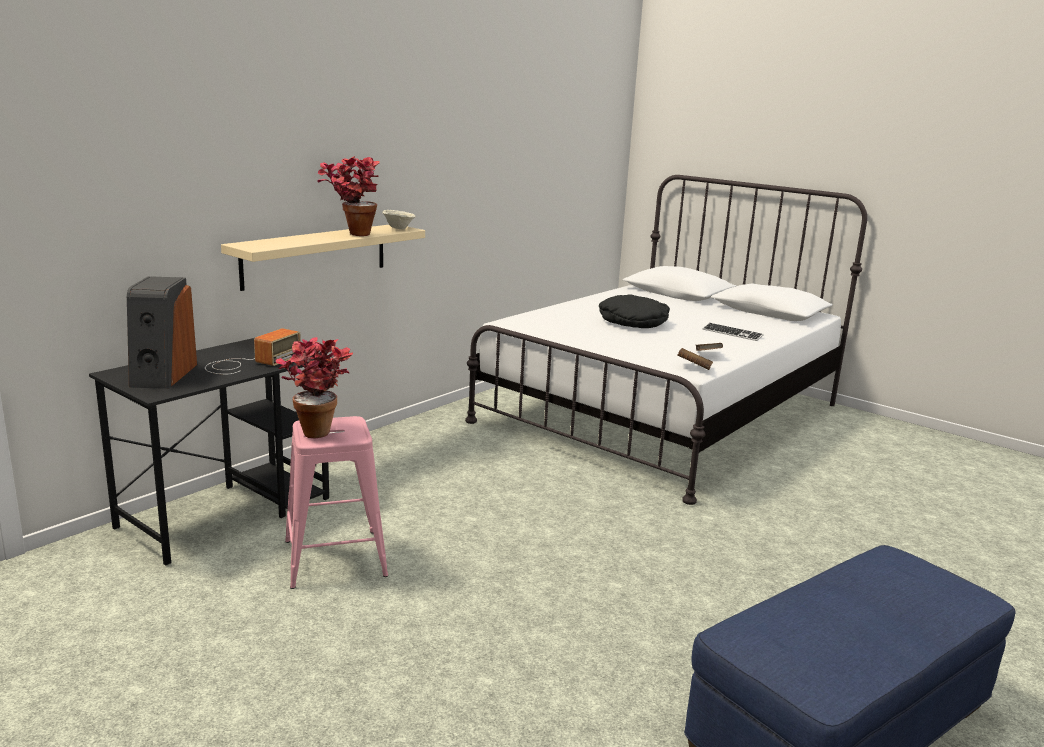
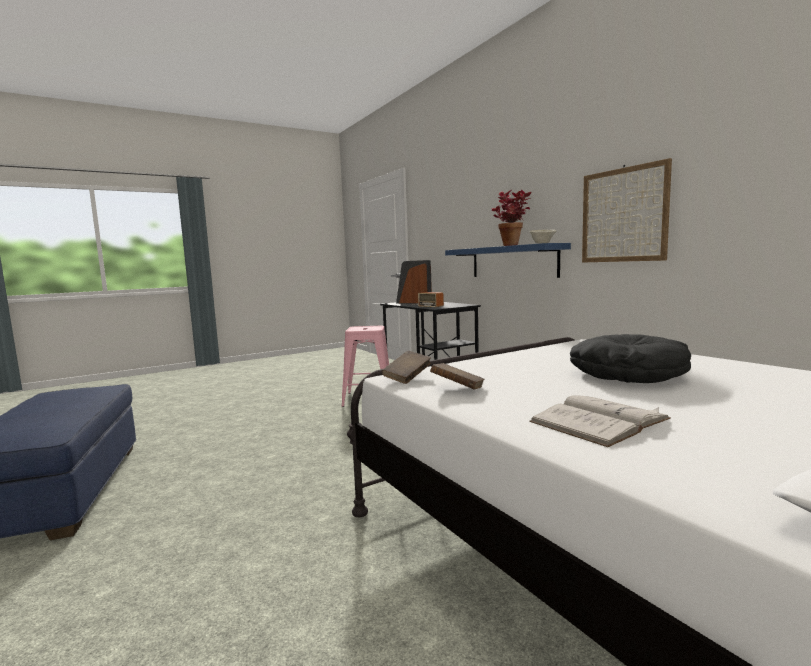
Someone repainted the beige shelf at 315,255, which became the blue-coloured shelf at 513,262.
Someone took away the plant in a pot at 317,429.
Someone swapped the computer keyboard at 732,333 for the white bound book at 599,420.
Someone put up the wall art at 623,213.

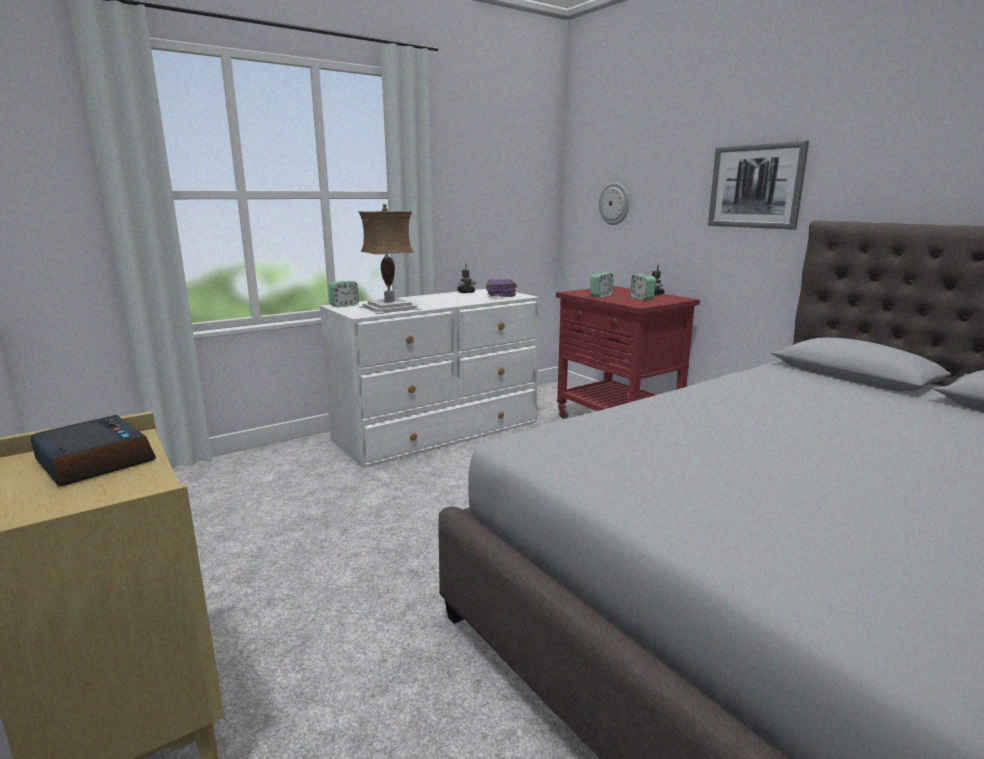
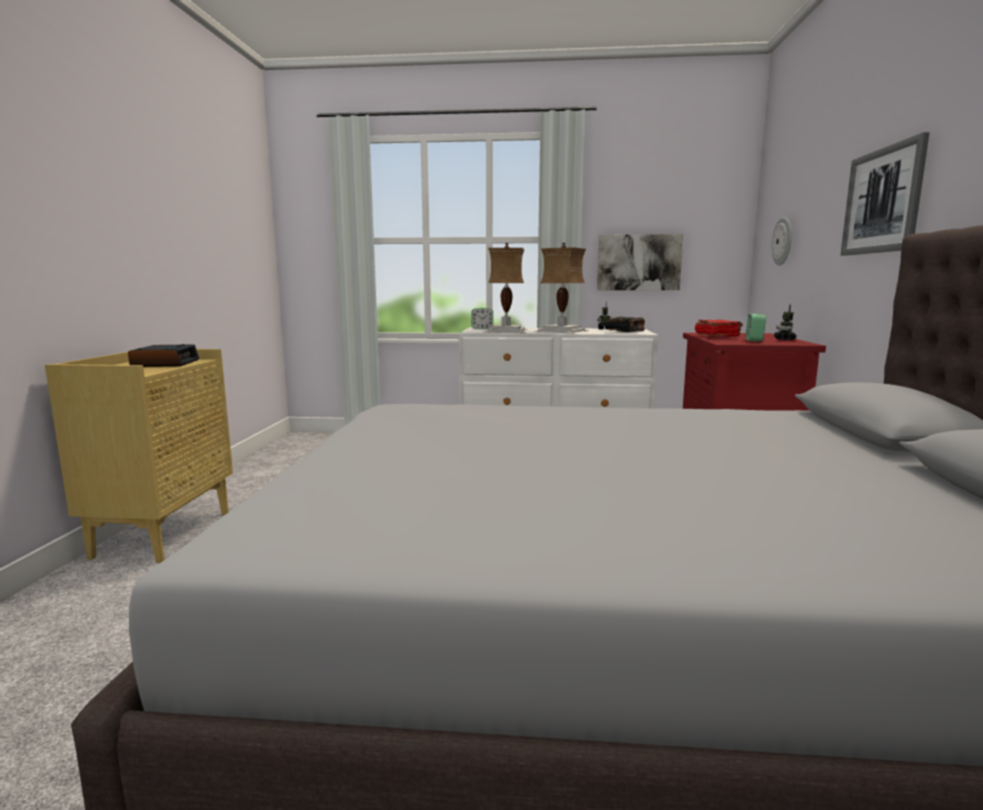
Someone repainted the purplish bound book at 501,295, which became the blackish bound book at 626,332.
Someone swapped the alarm clock at 601,296 for the red bound book at 717,336.
Someone put down the table lamp at 560,331.
Someone put up the wall art at 639,262.

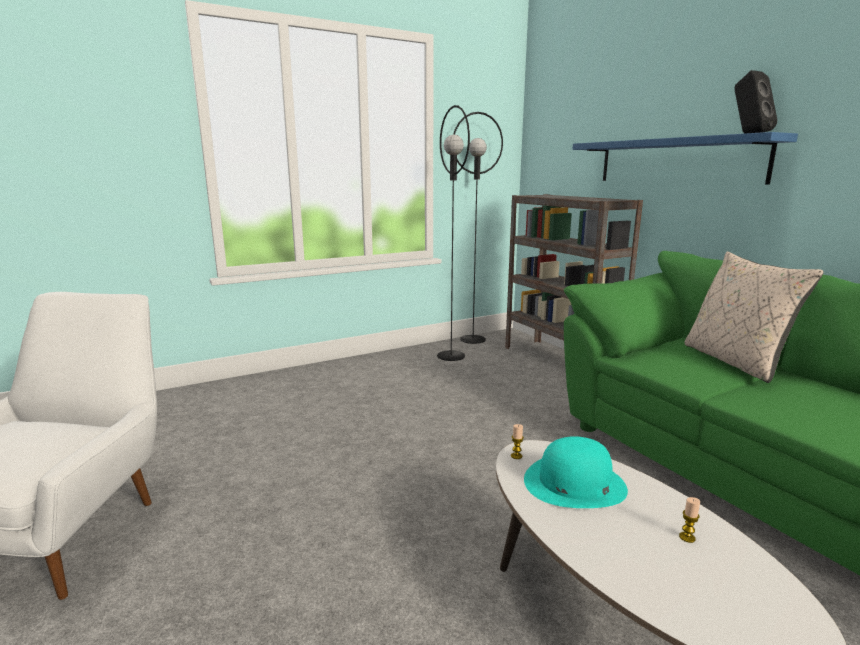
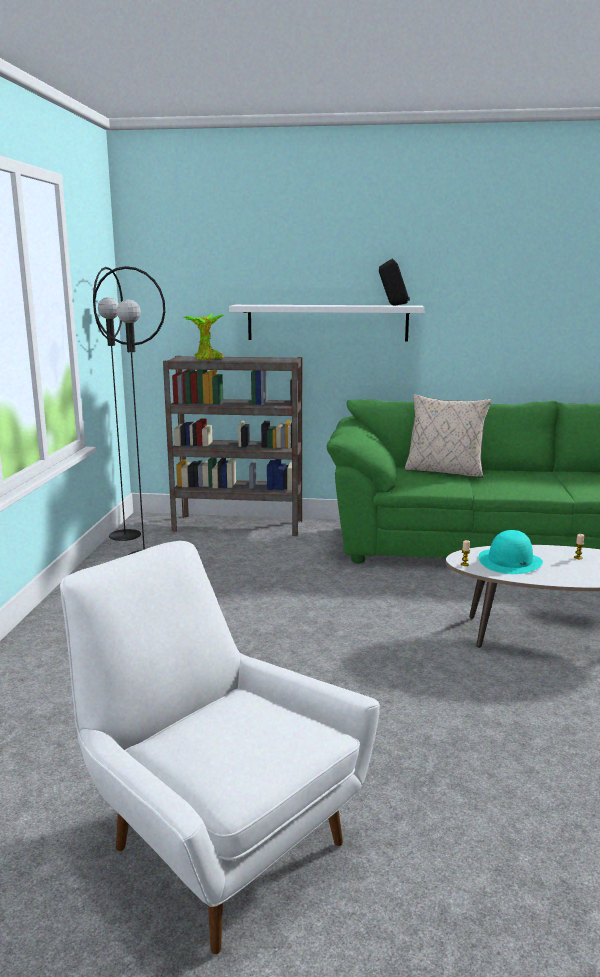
Someone repainted the blue-coloured shelf at 676,161, which became the white shelf at 327,322.
Someone put down the plant in a pot at 207,359.

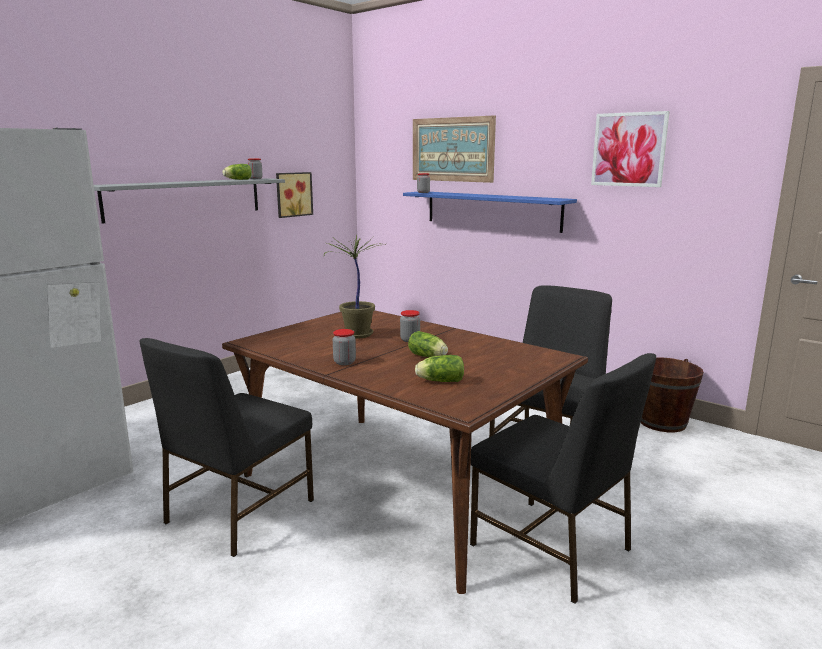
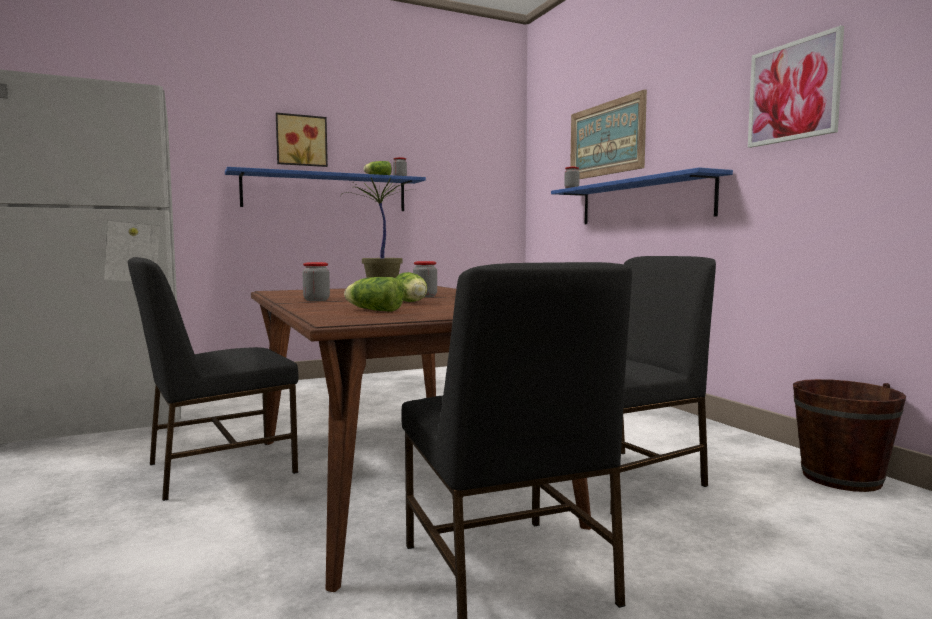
Someone repainted the gray shelf at 185,198, which became the blue-coloured shelf at 326,192.
Someone carried the wall art from 293,194 to 301,140.

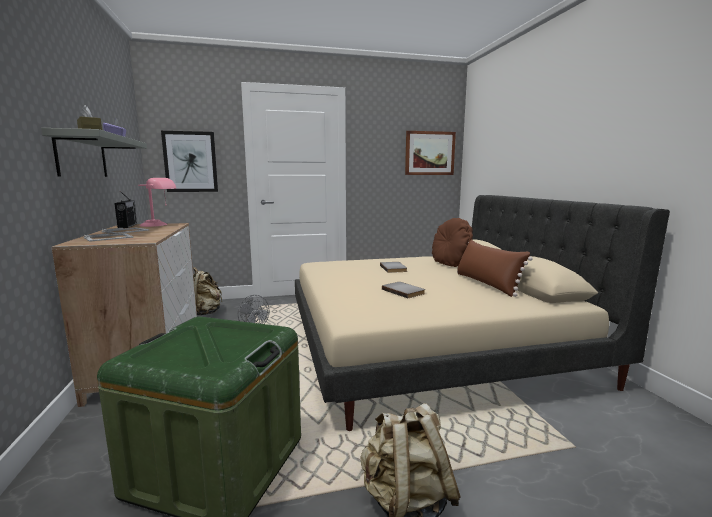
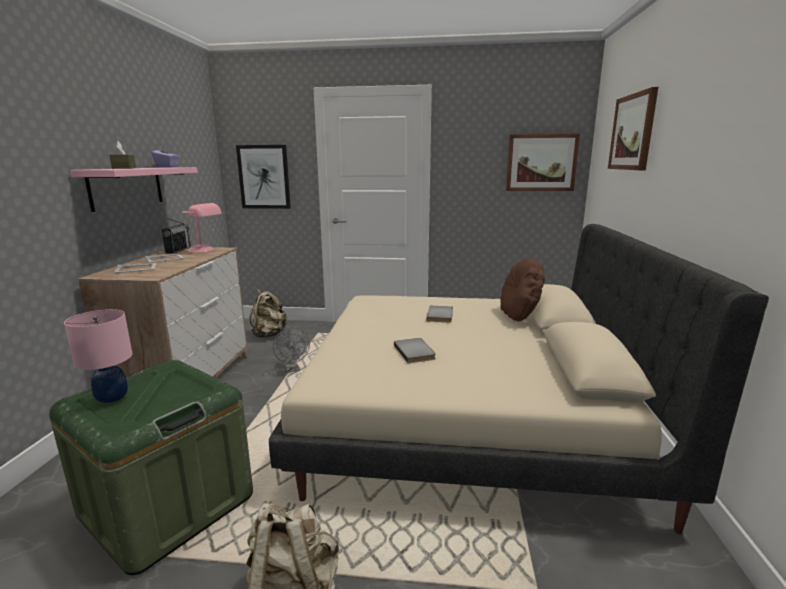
Someone repainted the gray shelf at 82,156, which became the pink-coloured shelf at 126,187.
Someone took away the brownish throw pillow at 487,284.
Someone put down the pink-coloured table lamp at 111,398.
Someone put up the wall art at 632,132.

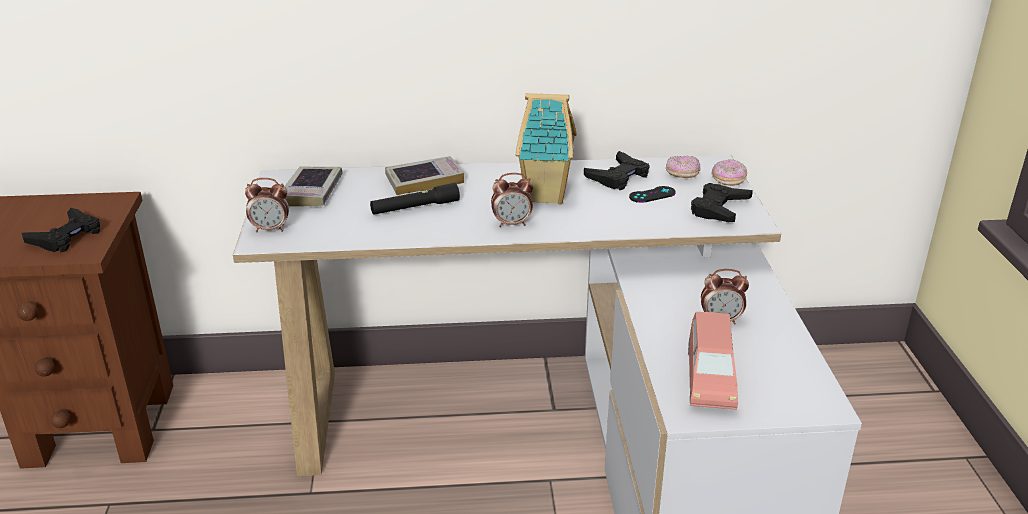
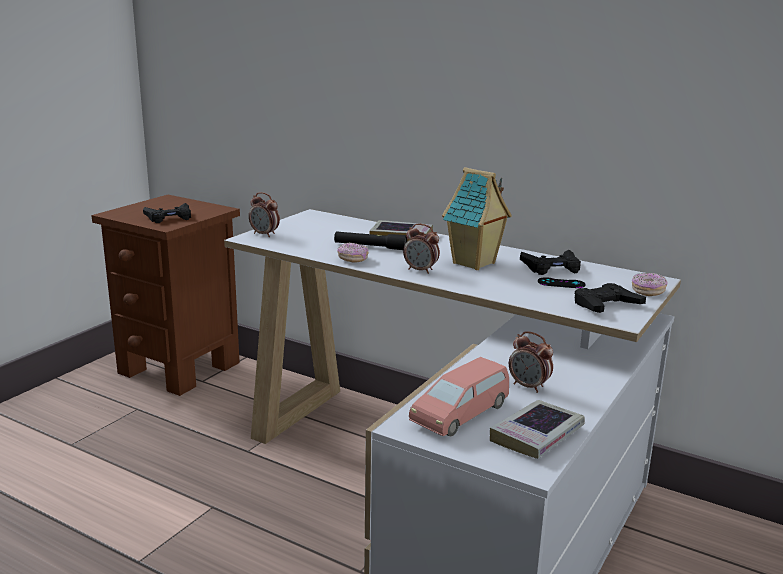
Someone carried the bound book from 312,192 to 537,435.
Someone carried the donut from 682,174 to 353,259.

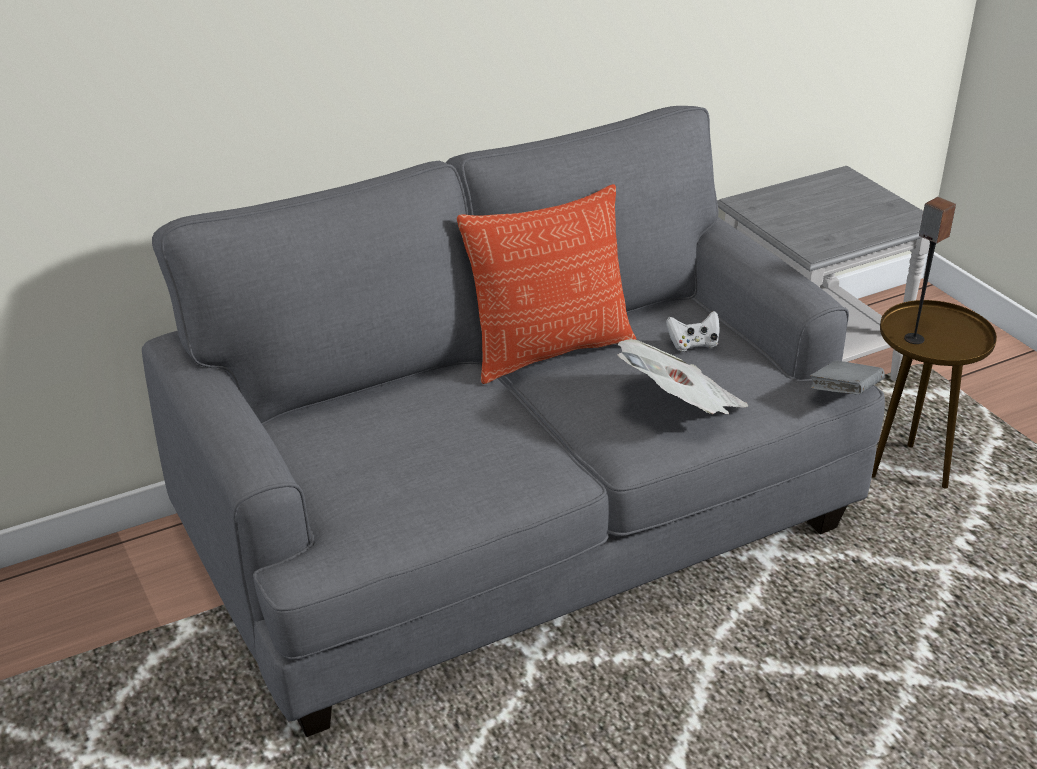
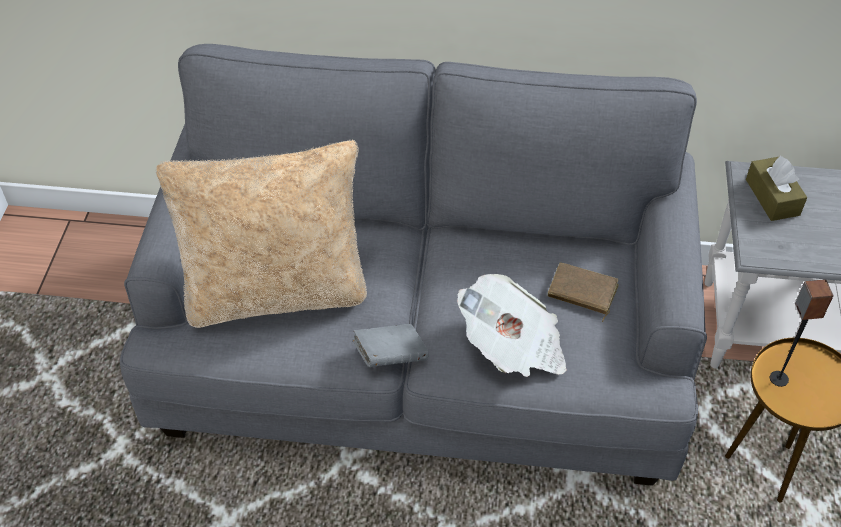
Someone took away the orange throw pillow at 549,351.
Someone swapped the white joypad at 693,344 for the brownish bound book at 581,293.
Someone carried the gray bound book from 844,394 to 390,356.
Someone put down the beige throw pillow at 278,297.
Someone put down the brownish tissue box at 772,197.

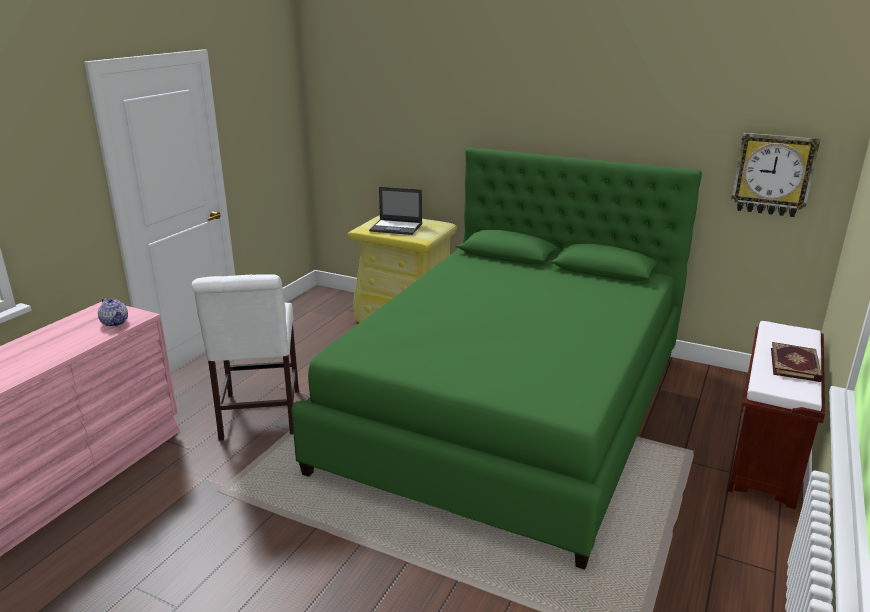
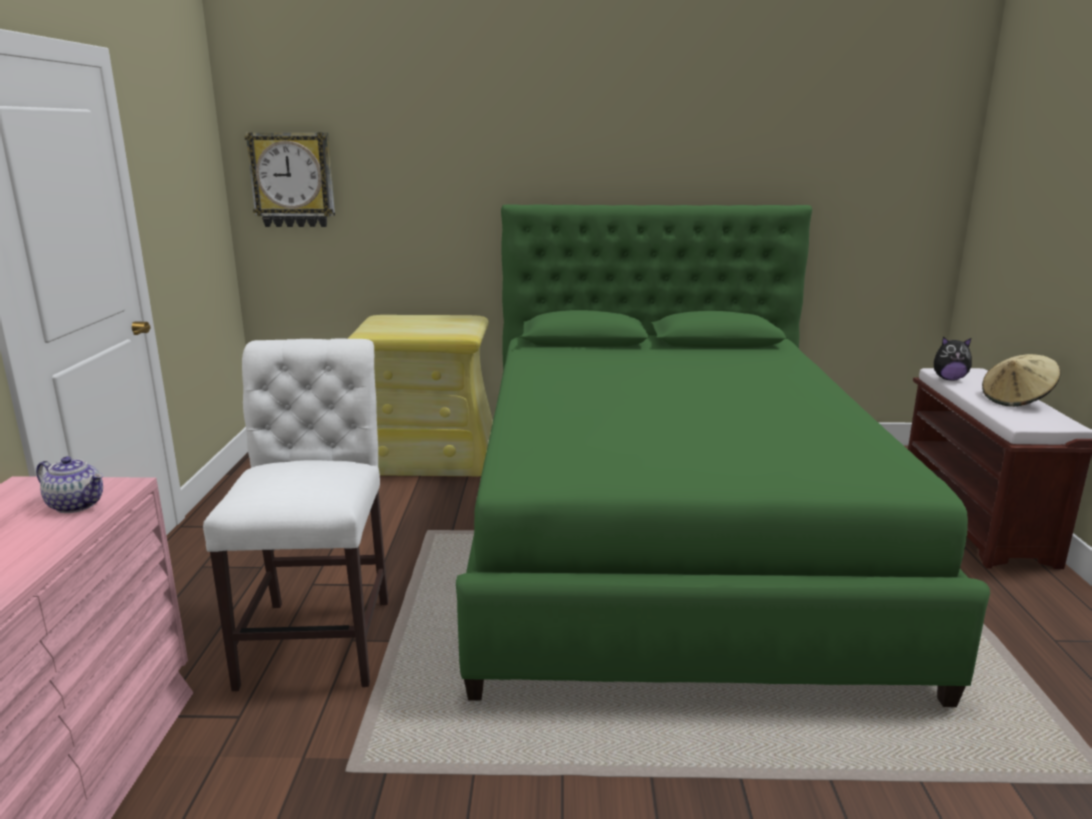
Someone rotated the white chair at 259,417 by 150 degrees counterclockwise.
Someone took away the laptop at 396,227.
Someone carried the wall clock from 773,174 to 292,180.
Someone swapped the bound book at 796,364 for the beige clothing hat at 1016,400.
Someone put down the cuddly toy at 949,379.

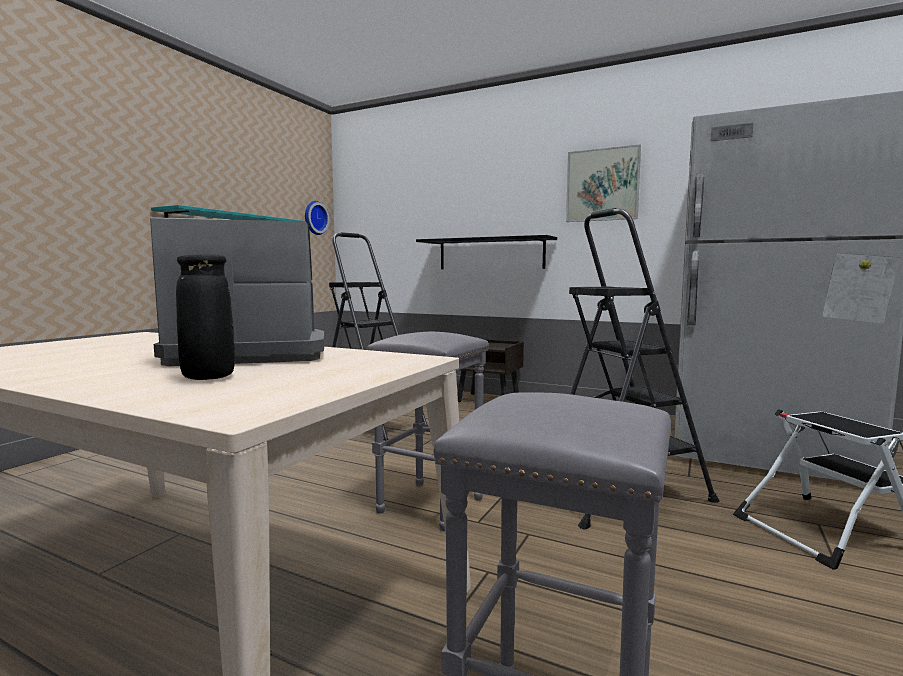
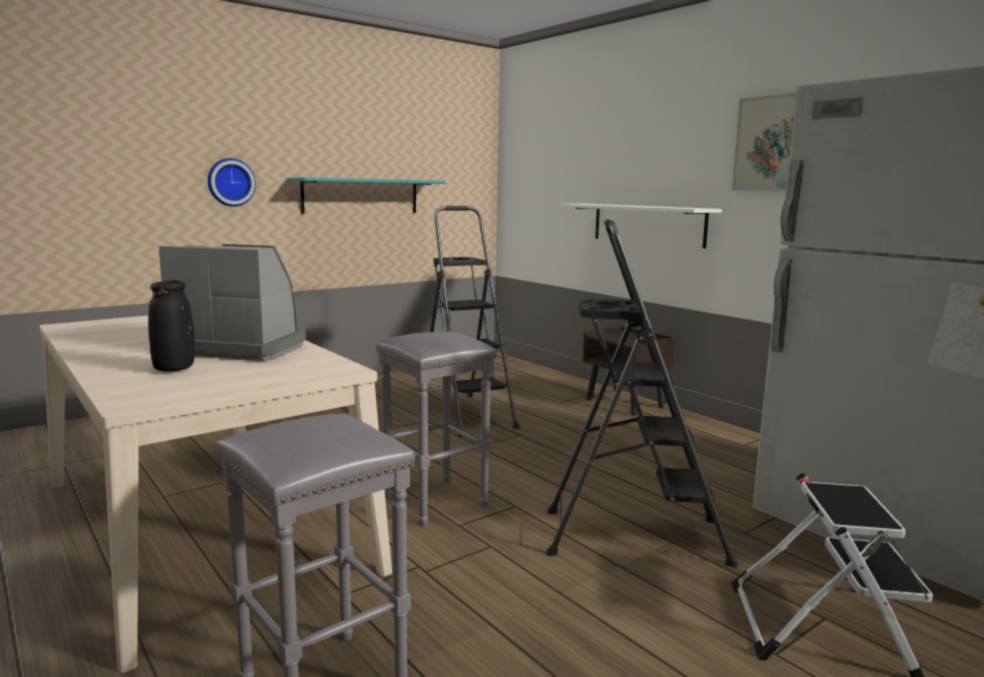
Someone carried the wall clock from 314,218 to 230,182.
Someone repainted the blackish shelf at 490,254, which became the white shelf at 648,224.

